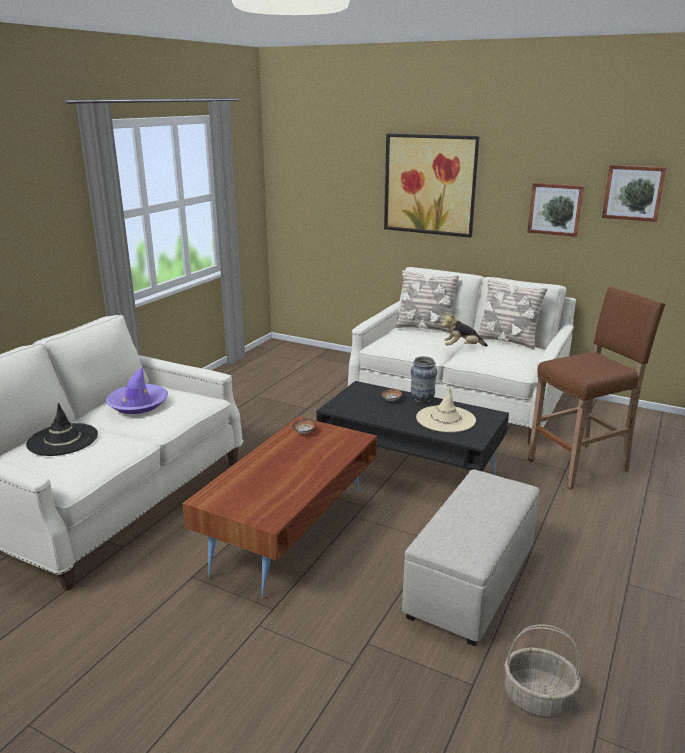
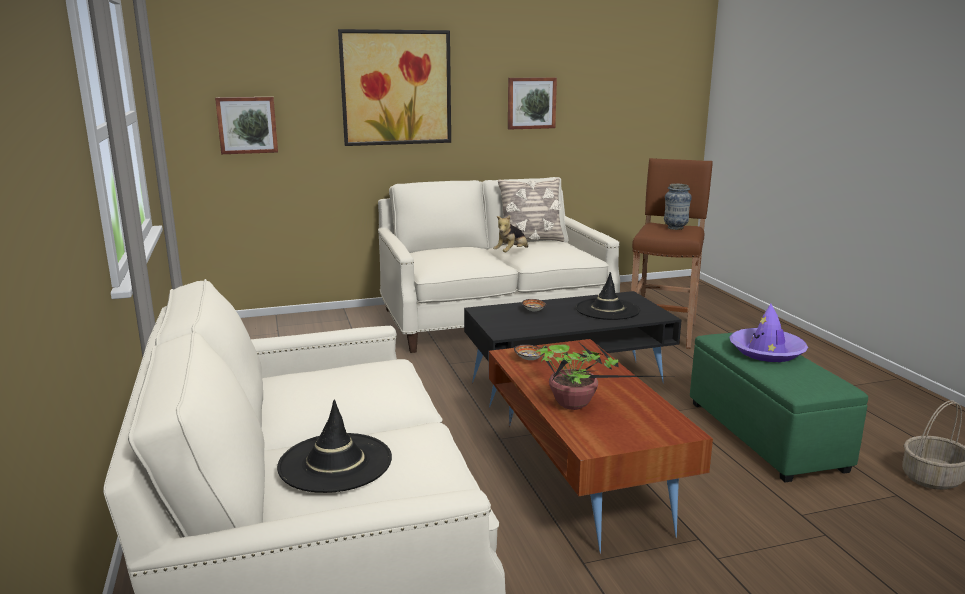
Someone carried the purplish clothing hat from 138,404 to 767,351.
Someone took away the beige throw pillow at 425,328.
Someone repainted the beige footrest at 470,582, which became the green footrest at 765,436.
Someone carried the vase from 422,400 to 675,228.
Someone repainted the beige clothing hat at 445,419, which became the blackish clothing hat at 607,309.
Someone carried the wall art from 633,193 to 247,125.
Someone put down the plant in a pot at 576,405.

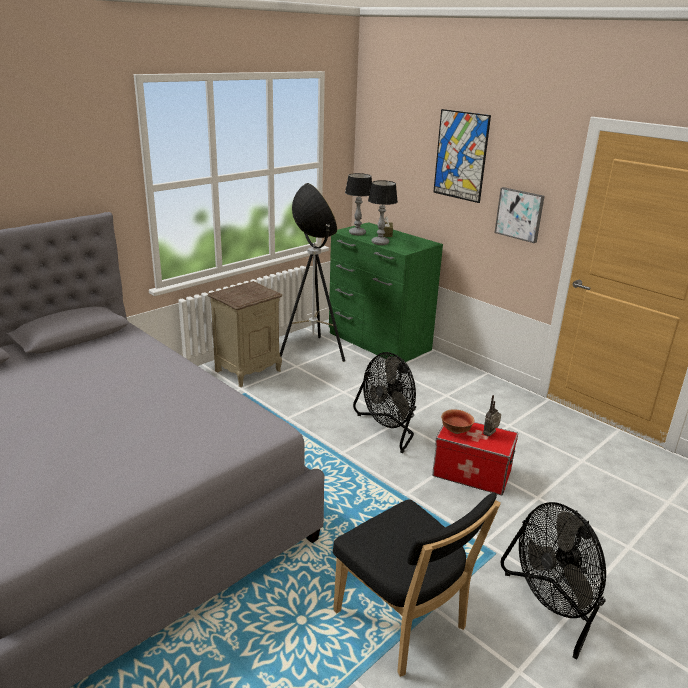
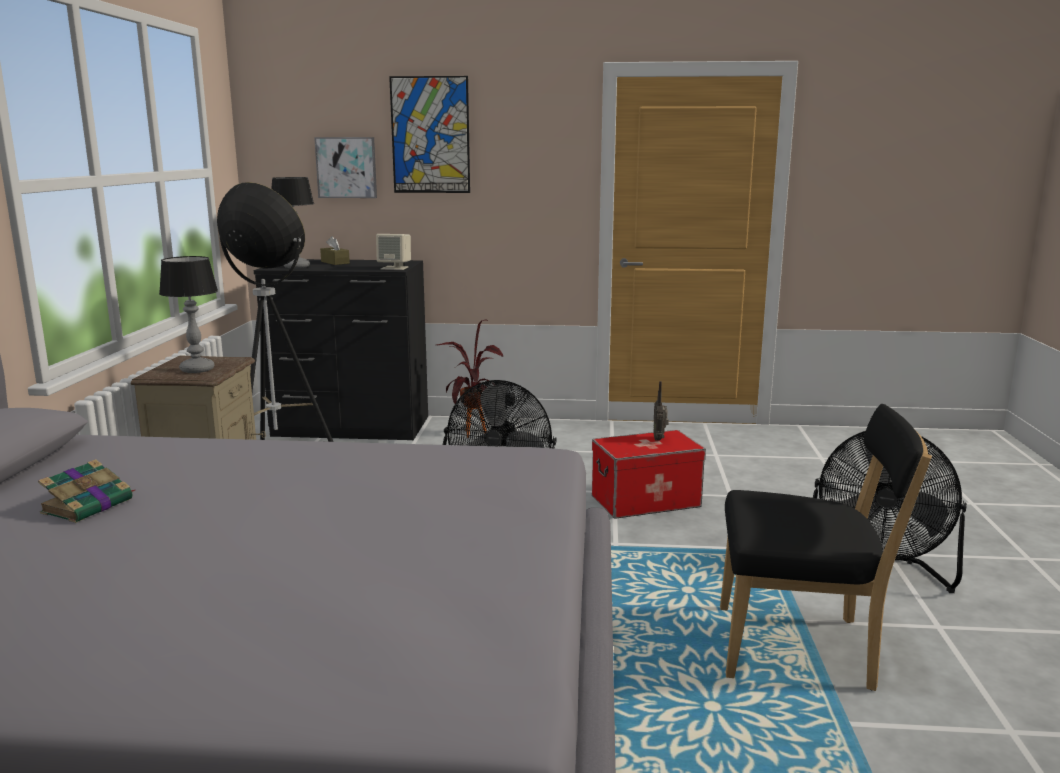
Someone repainted the green chest of drawers at 378,342, which became the blackish chest of drawers at 351,427.
Someone carried the table lamp from 380,243 to 198,369.
Someone took away the serving bowl at 456,430.
Someone carried the wall art from 519,214 to 346,167.
Someone put down the bound book at 89,505.
Someone put down the beige speaker at 395,268.
Someone put down the plant in a pot at 471,436.

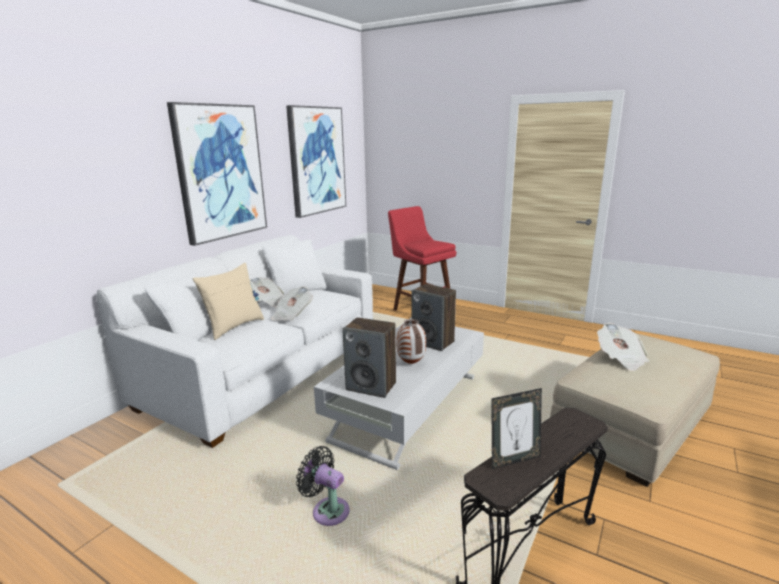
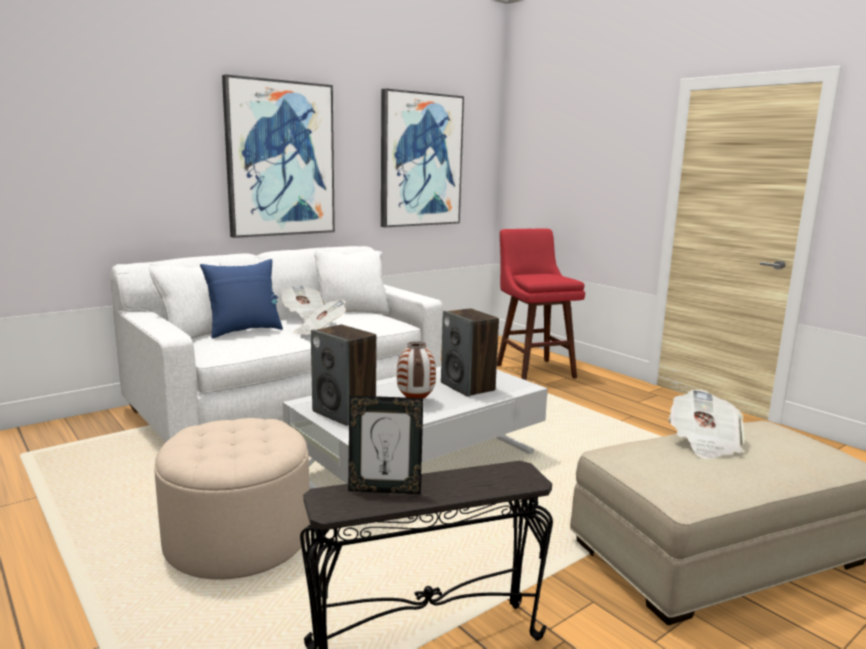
Someone repainted the beige throw pillow at 234,327, which became the blue-coloured throw pillow at 244,331.
Someone swapped the blackish cooling fan at 327,510 for the beige footrest at 238,539.

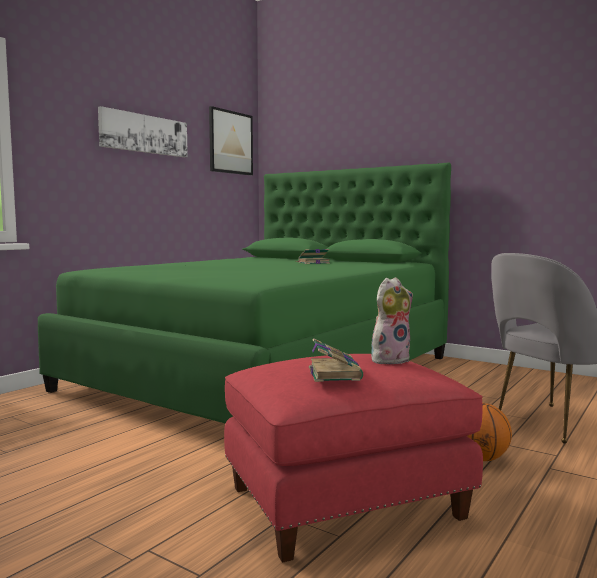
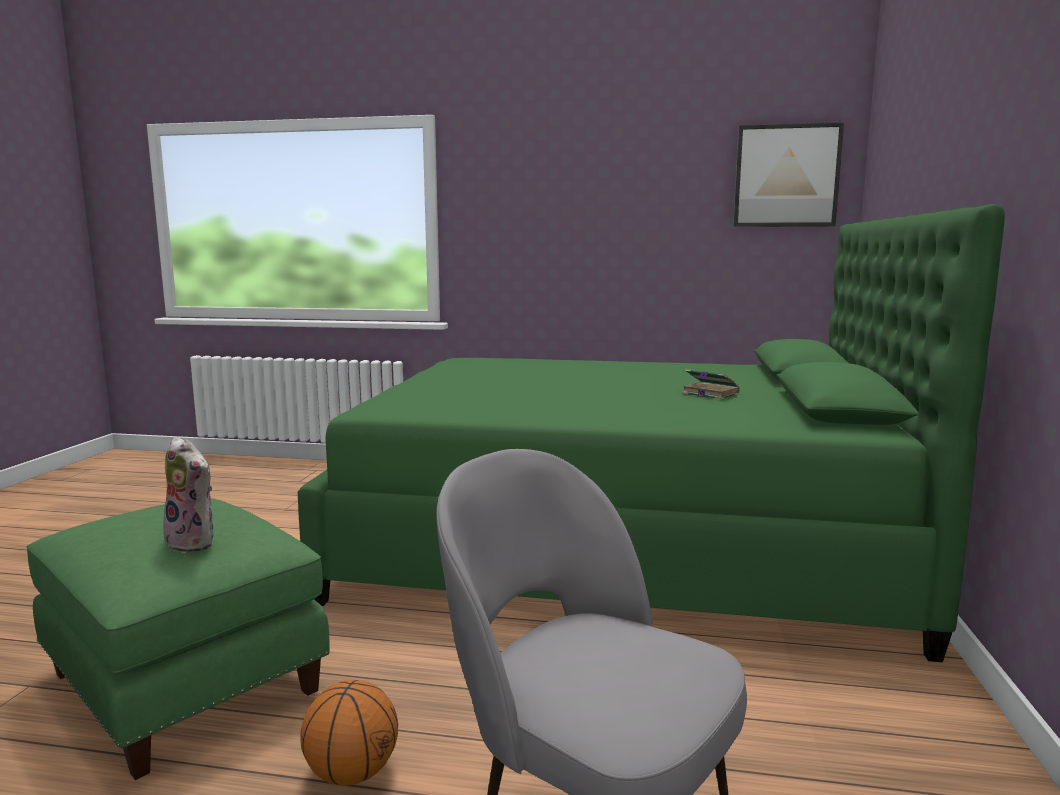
Someone took away the wall art at 144,134.
Someone repainted the red footrest at 345,504, which became the green footrest at 182,683.
Someone took away the bound book at 334,373.

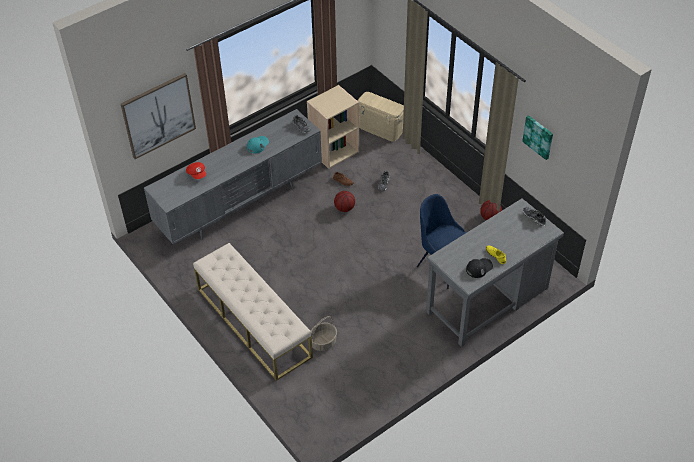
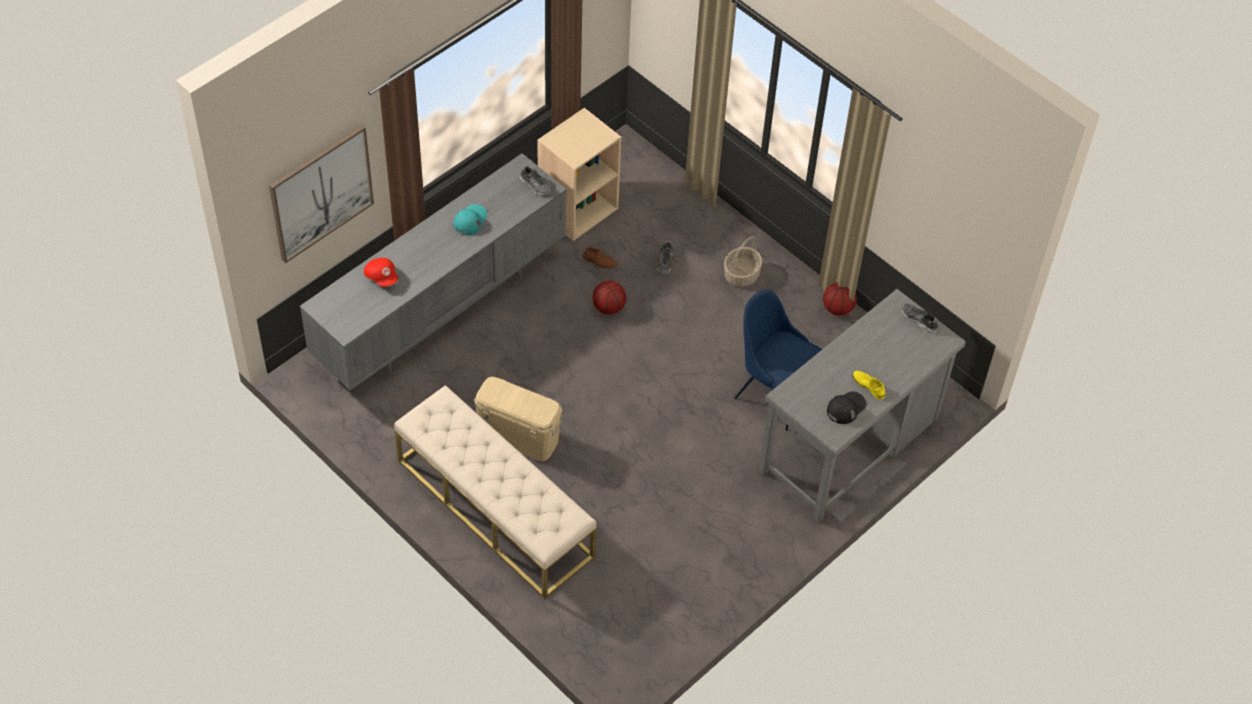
Someone carried the storage basket from 323,342 to 741,274.
Someone carried the beige storage bin from 380,129 to 518,436.
Someone took away the wall art at 538,136.

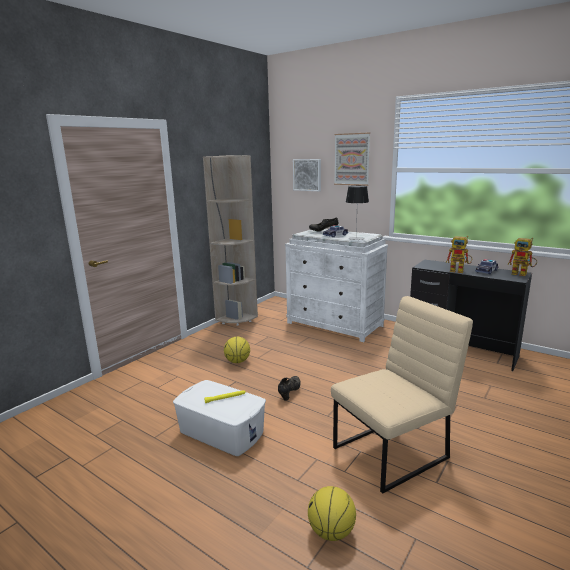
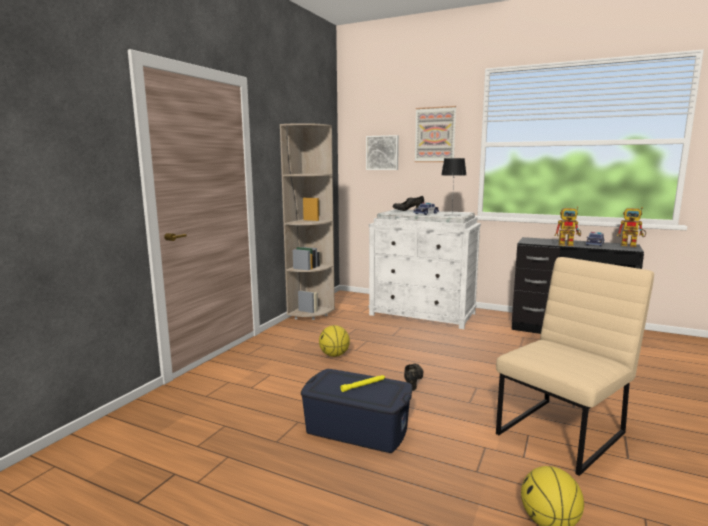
Someone repainted the white storage bin at 221,431, which became the blue-coloured storage bin at 357,428.

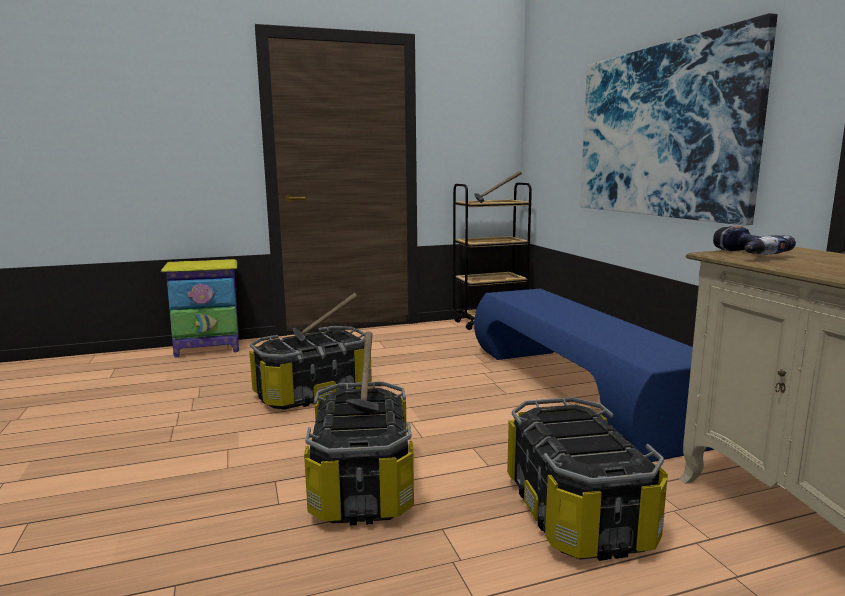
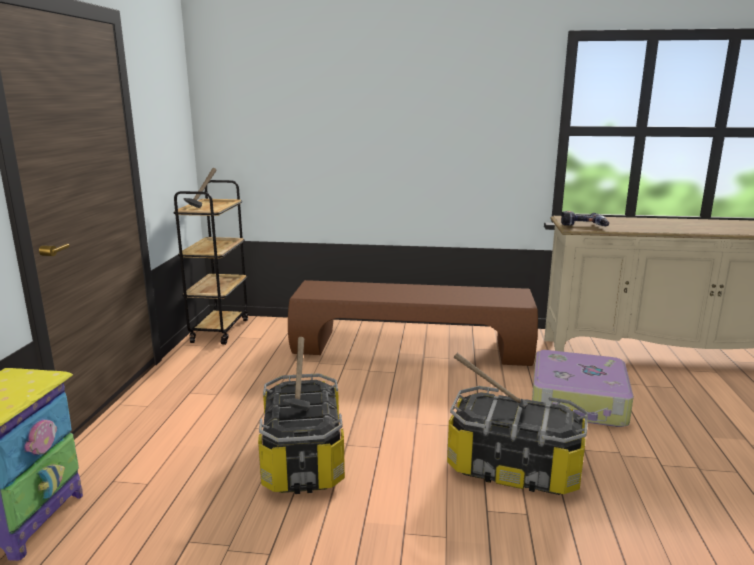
Someone repainted the blue-coloured long seat at 578,389, which became the brownish long seat at 411,347.
Someone swapped the storage bin at 577,512 for the travel case at 578,402.
Someone took away the wall art at 660,132.

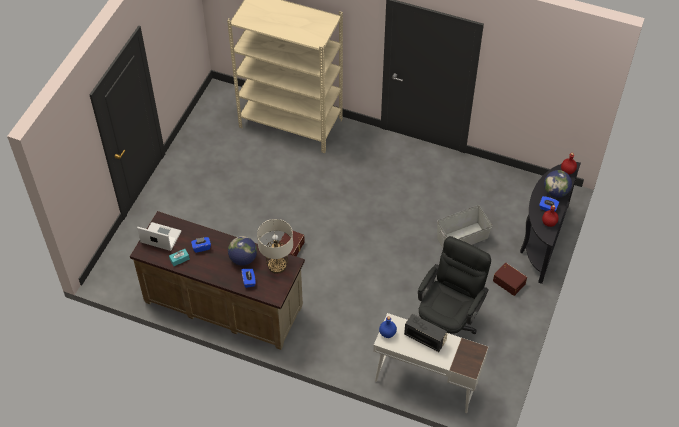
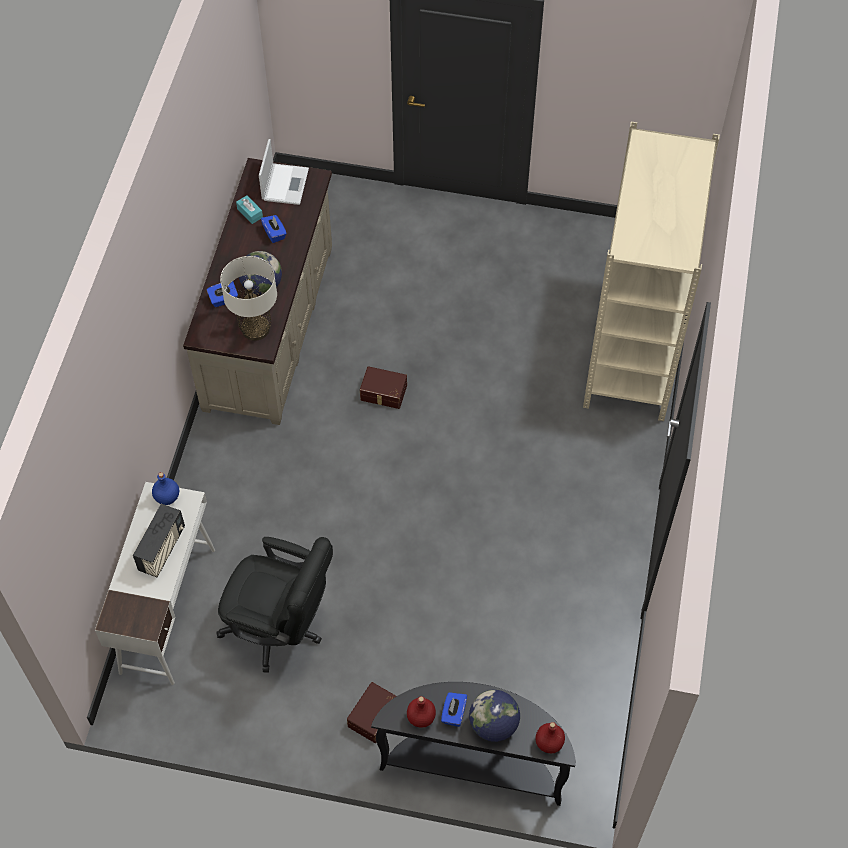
Someone took away the gray storage bin at 462,238.

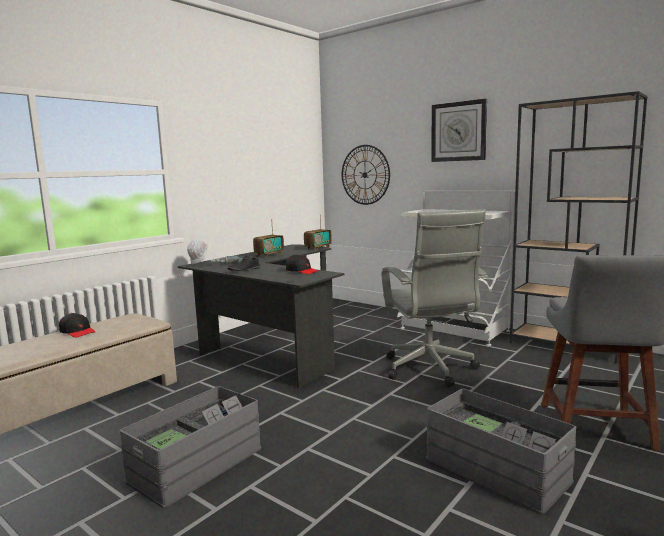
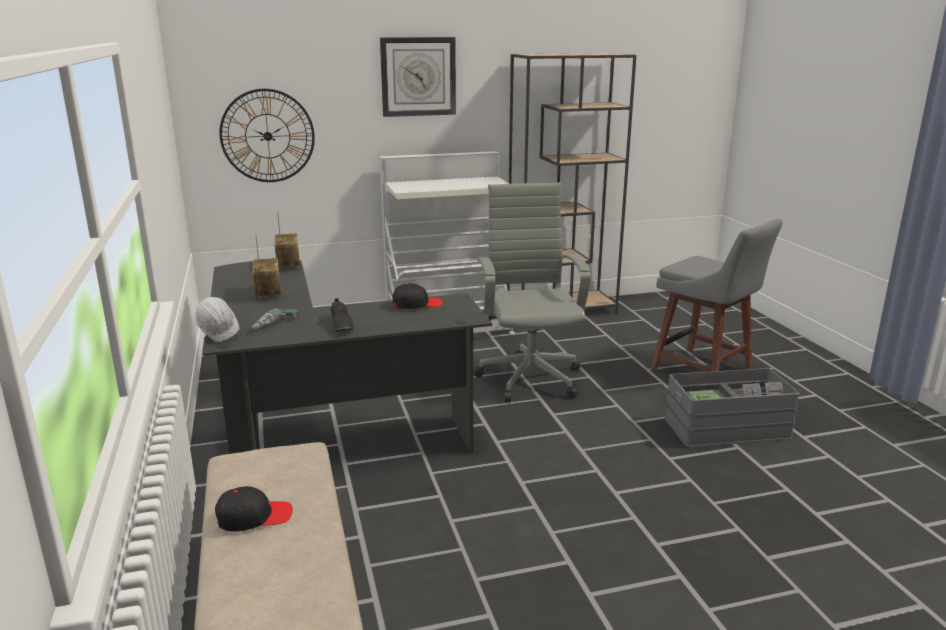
Someone took away the gray storage bin at 196,463.
Someone rotated the gray desk chair at 430,370 by 120 degrees counterclockwise.

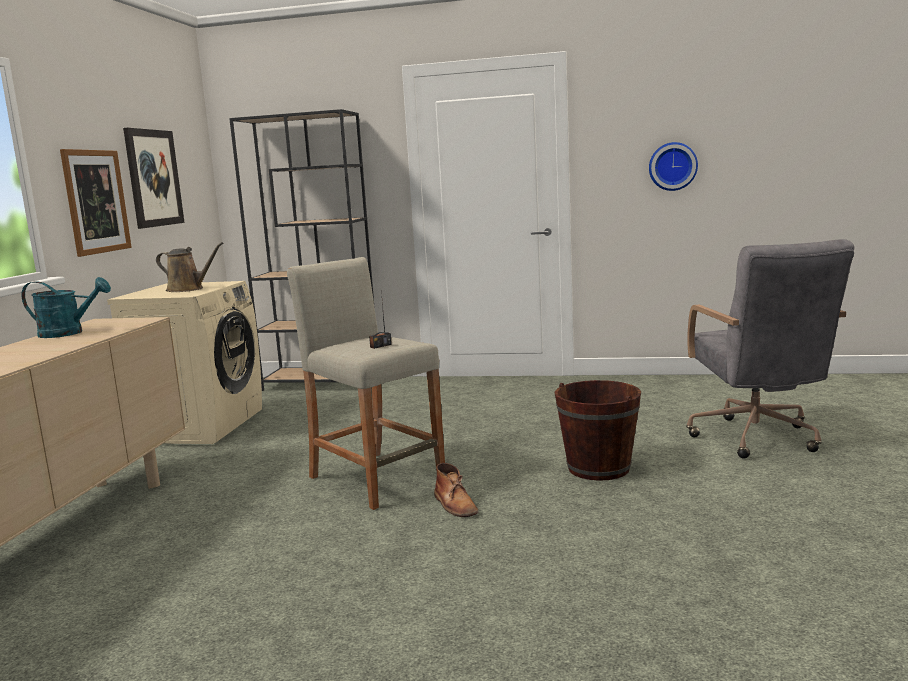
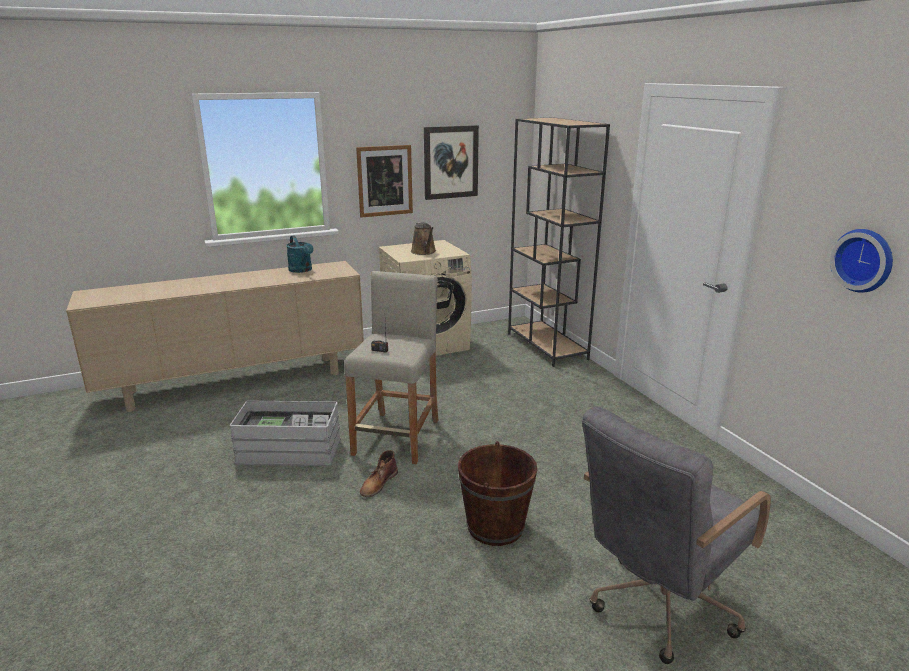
Someone put down the gray storage bin at 290,450.

